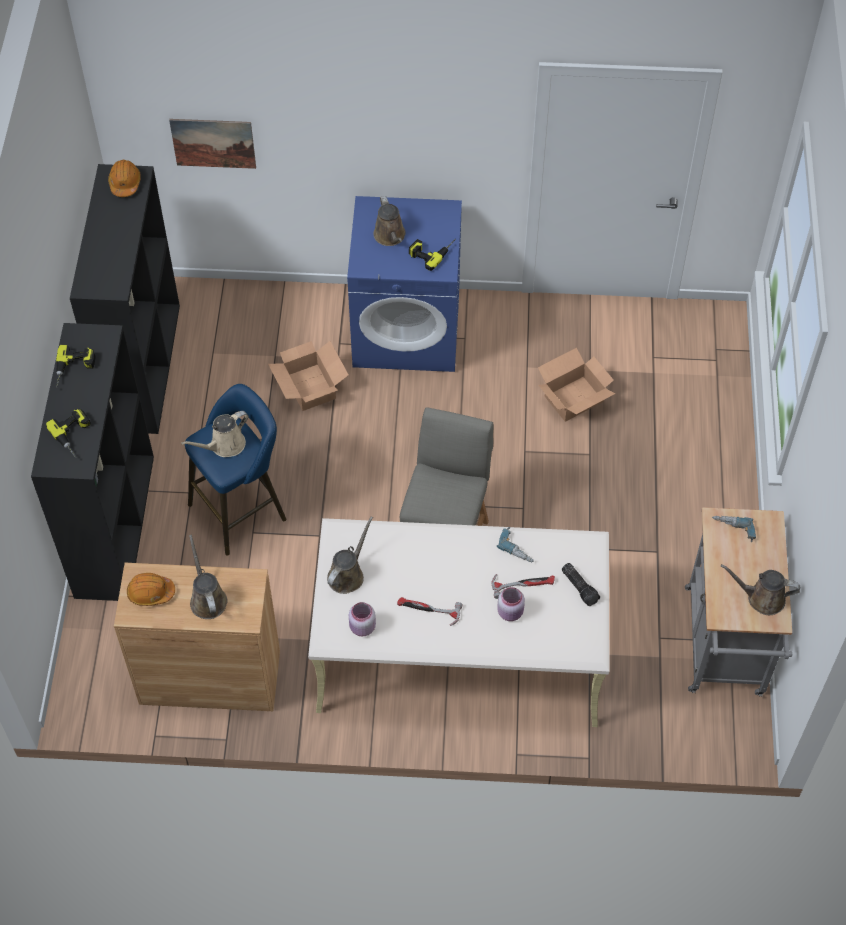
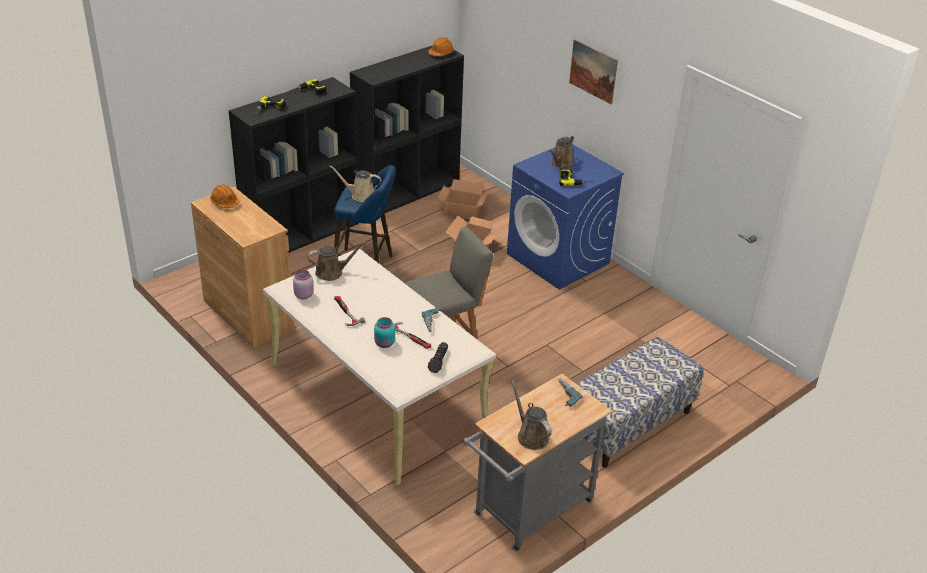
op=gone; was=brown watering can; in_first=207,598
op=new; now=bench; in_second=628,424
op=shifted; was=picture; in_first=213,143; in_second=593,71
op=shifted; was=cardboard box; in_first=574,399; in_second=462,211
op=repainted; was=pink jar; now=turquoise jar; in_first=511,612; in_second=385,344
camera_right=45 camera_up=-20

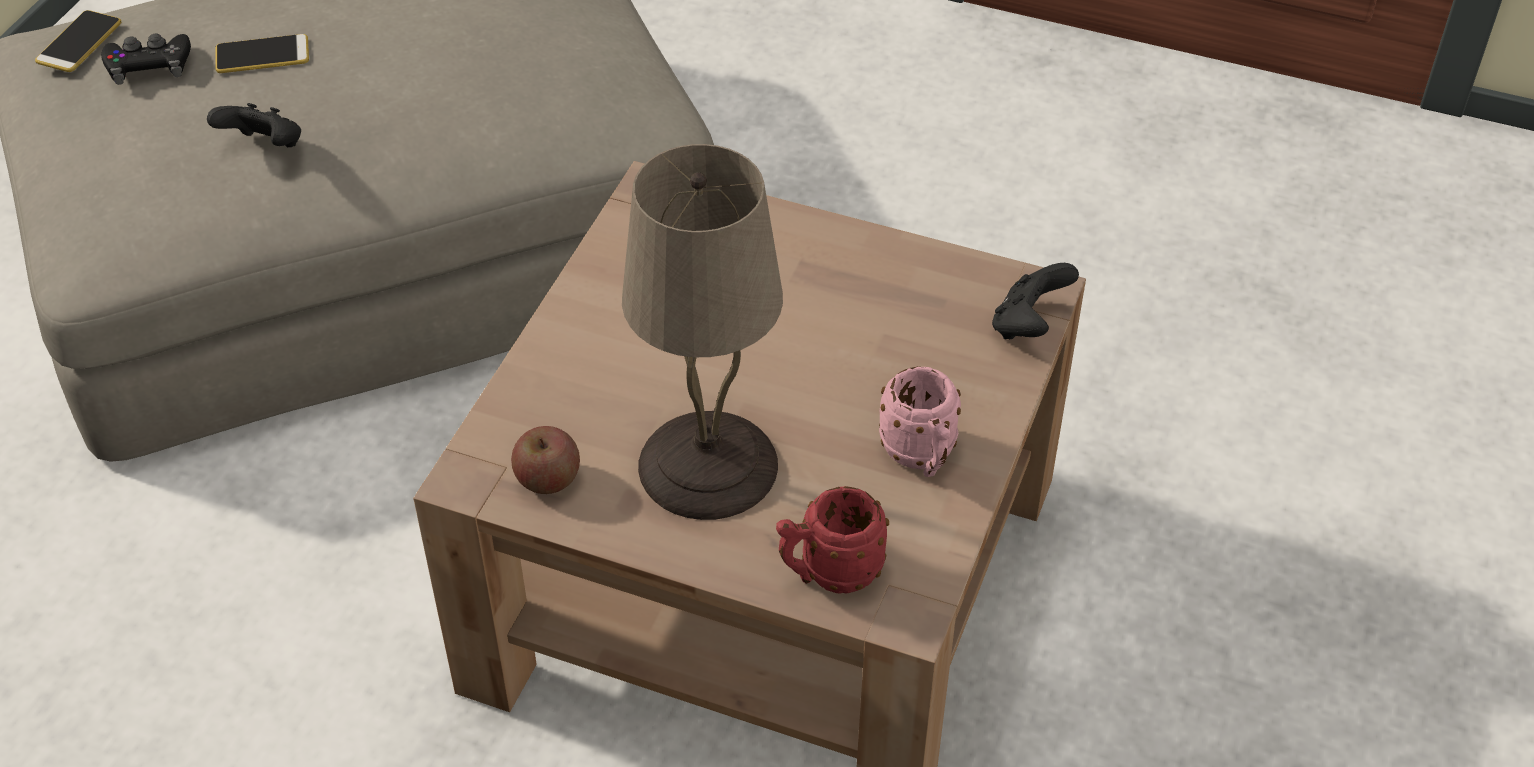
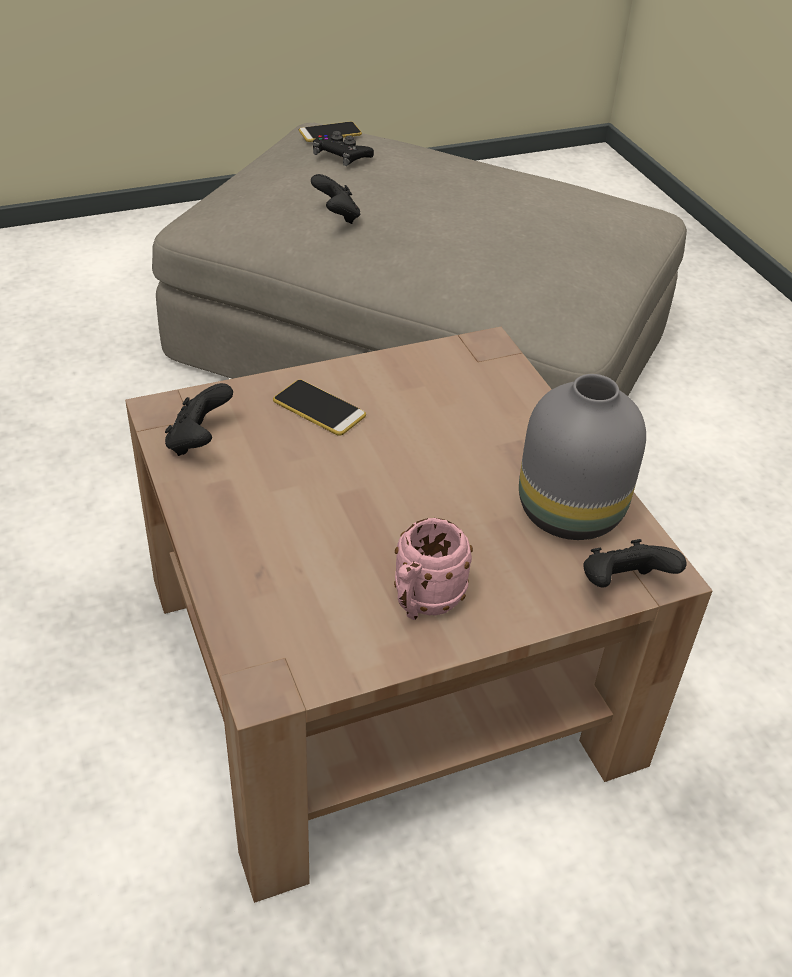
op=gone; was=beige table lamp; in_first=705,463
op=gone; was=red mug; in_first=829,573
op=new; now=grey vase; in_second=570,514
op=shifted; was=phone; in_first=262,55; in_second=319,408
op=swapped; was=apple; now=black game controller; in_first=548,479; in_second=199,441
camera_right=45 camera_up=-5

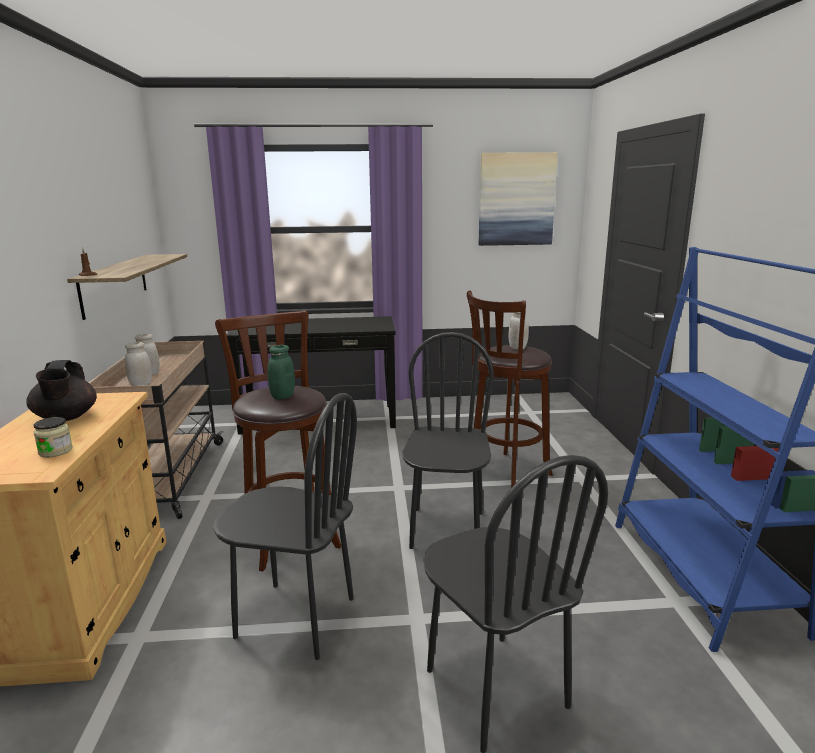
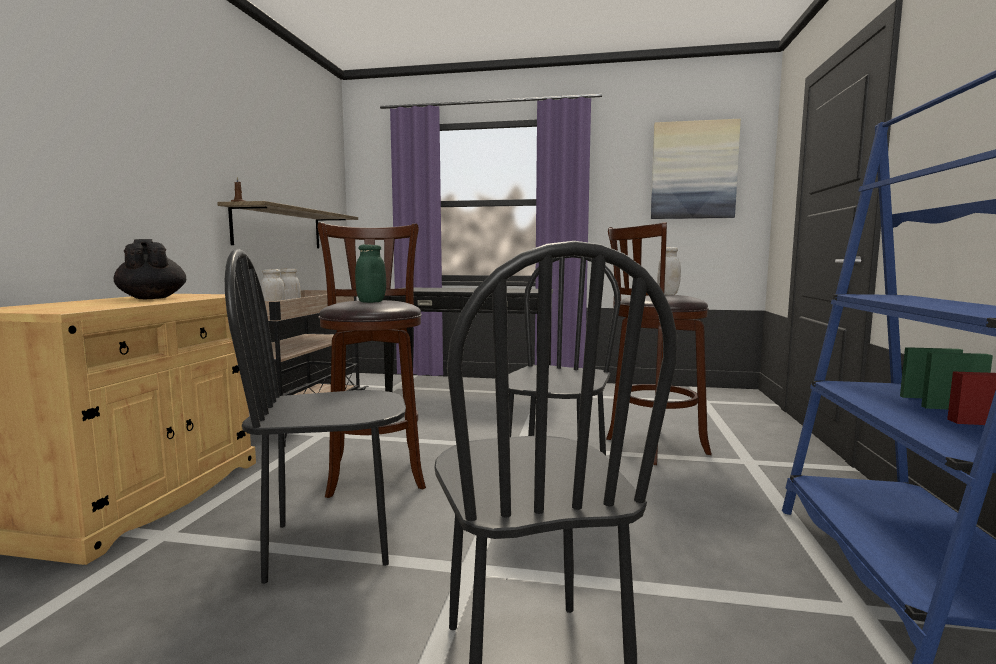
op=gone; was=jar; in_first=55,451
op=rotated; was=black teapot; in_first=66,418; in_second=152,298; clockwise=150
op=rotated; was=black chair; in_first=295,618; in_second=330,544; clockwise=135
camera_right=15 camera_up=-10

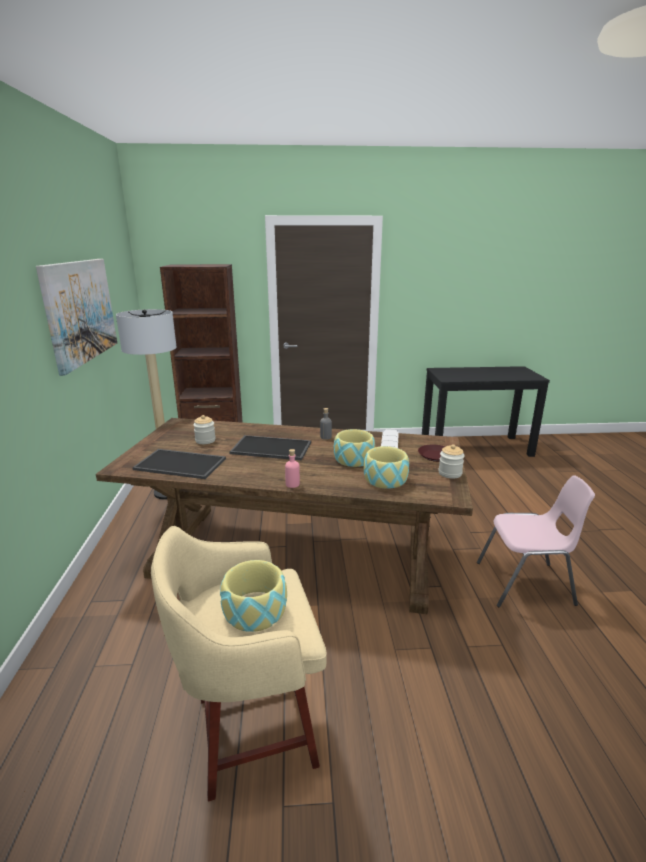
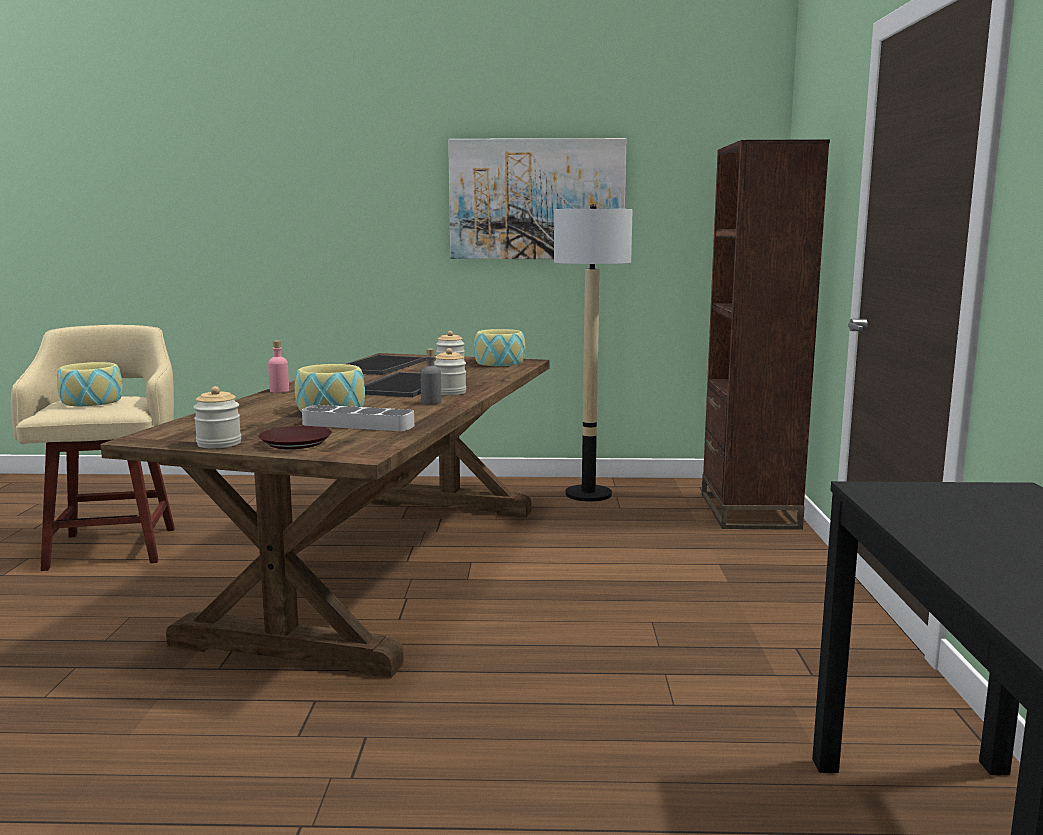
op=gone; was=pink chair; in_first=526,584
op=new; now=jar; in_second=449,392
op=shifted; was=bowl; in_first=385,479; in_second=499,362
camera_right=95 camera_up=-10

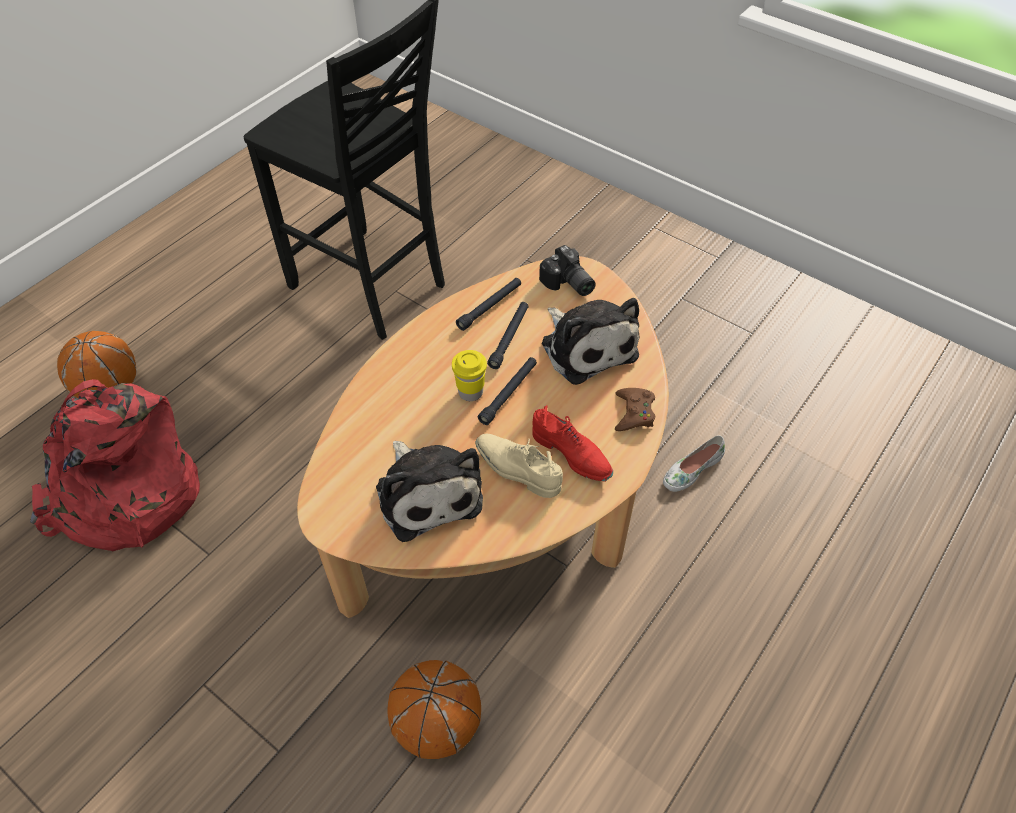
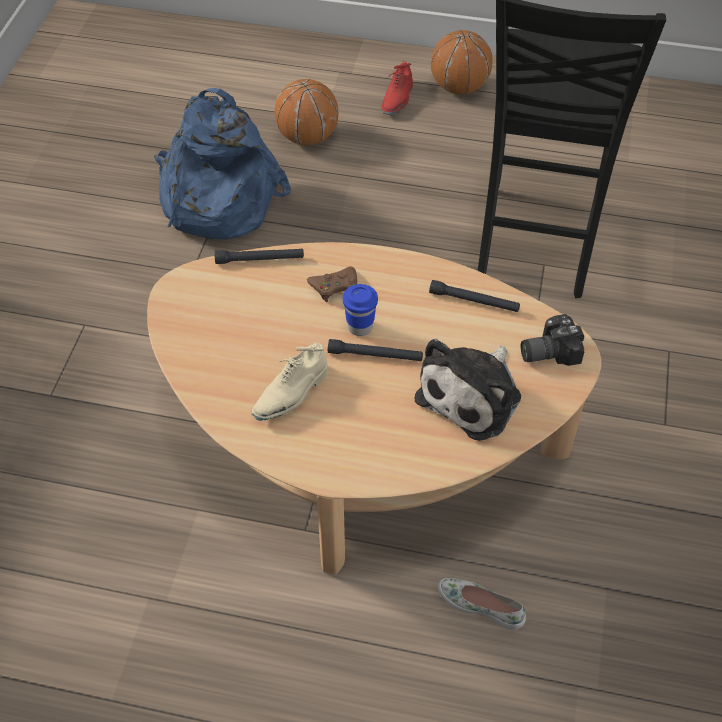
op=gone; was=plush toy; in_first=427,492
op=shifted; was=basketball; in_first=437,724; in_second=459,88
op=shifted; was=black flashlight; in_first=509,338; in_second=259,259
op=shifted; was=red shoe; in_first=571,454; in_second=397,99
op=shifted; was=brown game controller; in_first=634,413; in_second=335,286
op=repainted; was=red backpack; now=blue backpack; in_first=126,496; in_second=217,199
op=repainted; was=yellow cup; now=blue cup; in_first=470,392; in_second=360,327
op=rotated; was=beige shoe; in_first=517,470; in_second=291,394; clockwise=-150
op=rotated; was=photo camera; in_first=567,284; in_second=547,350; clockwise=45
camera_right=65 camera_up=0

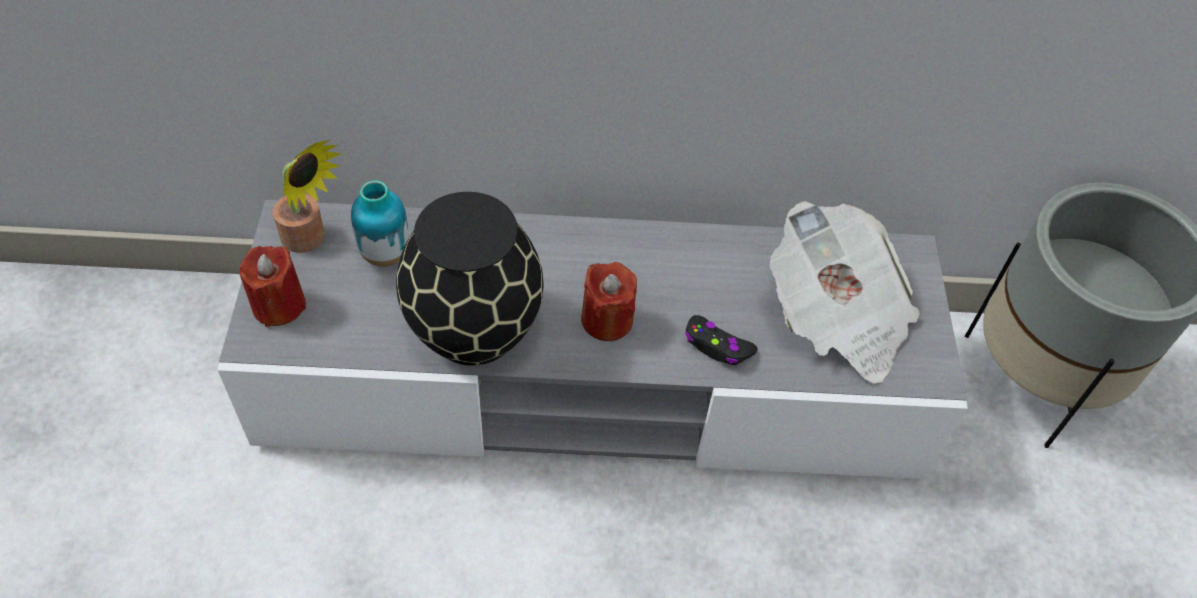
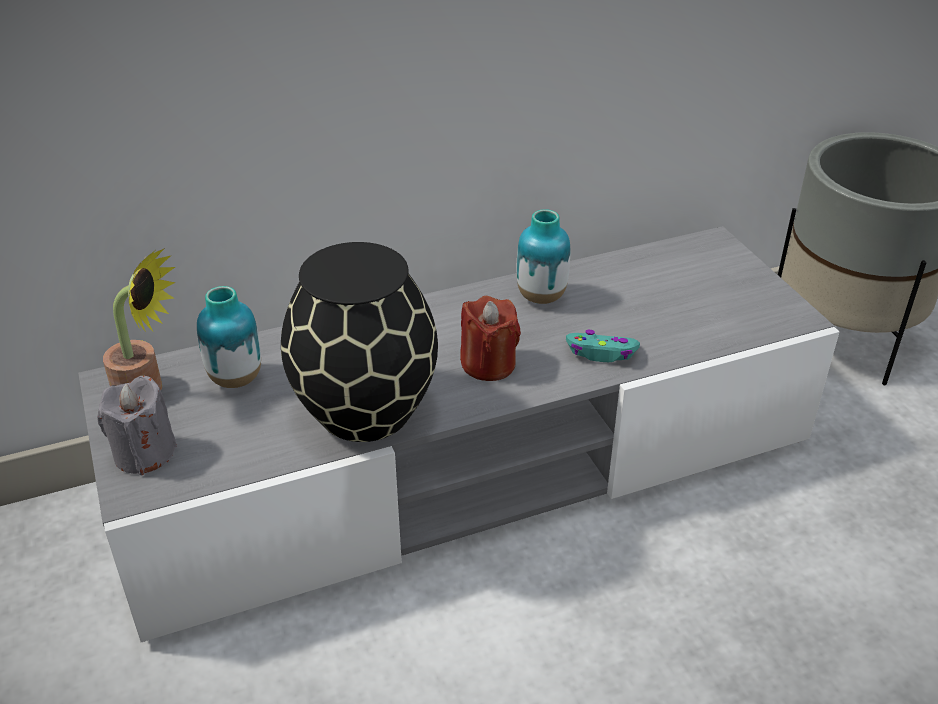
op=gone; was=newspaper; in_first=837,317
op=new; now=vase; in_second=541,297
op=repainted; was=red candle; now=grey candle; in_first=278,305; in_second=144,453
op=repainted; was=black game controller; now=turquoise game controller; in_first=717,346; in_second=601,353
camera_right=-20 camera_up=-15

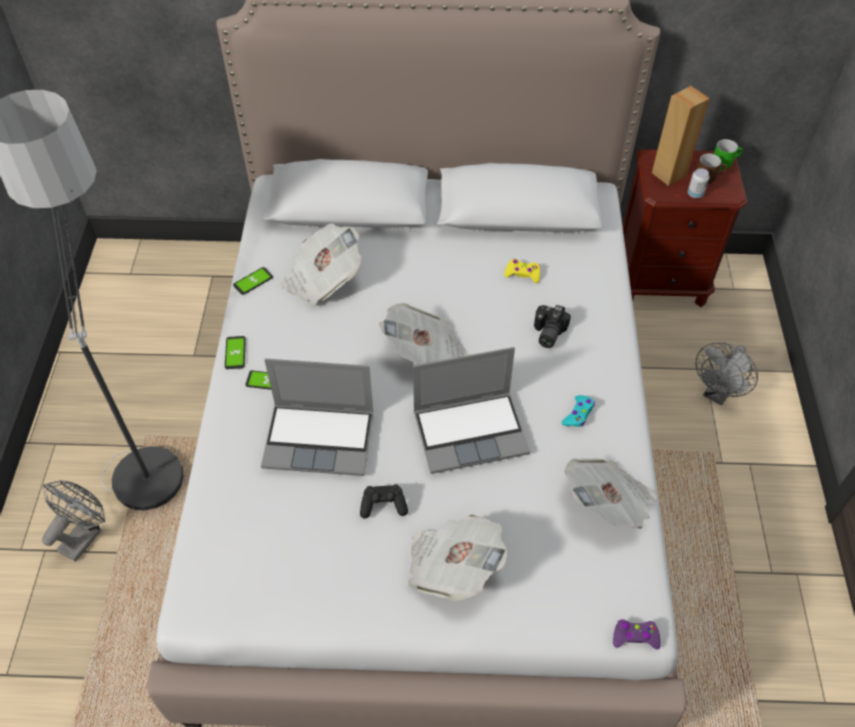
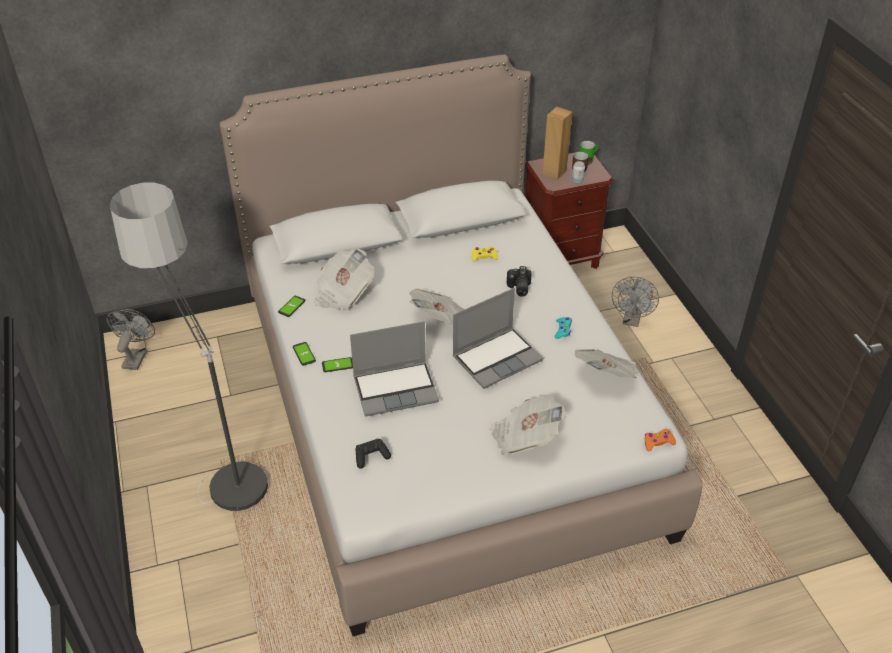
op=shifted; was=grey fan; in_first=84,535; in_second=136,356
op=shifted; was=black game controller; in_first=383,505; in_second=371,457
op=repainted; was=purple game controller; now=orange game controller; in_first=635,636; in_second=658,442
camera_right=-20 camera_up=-10

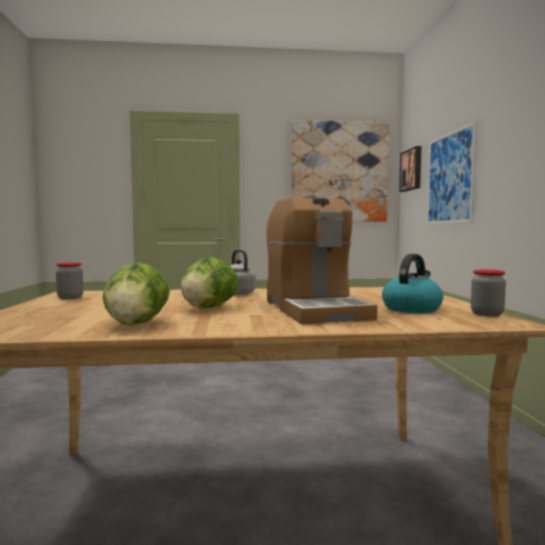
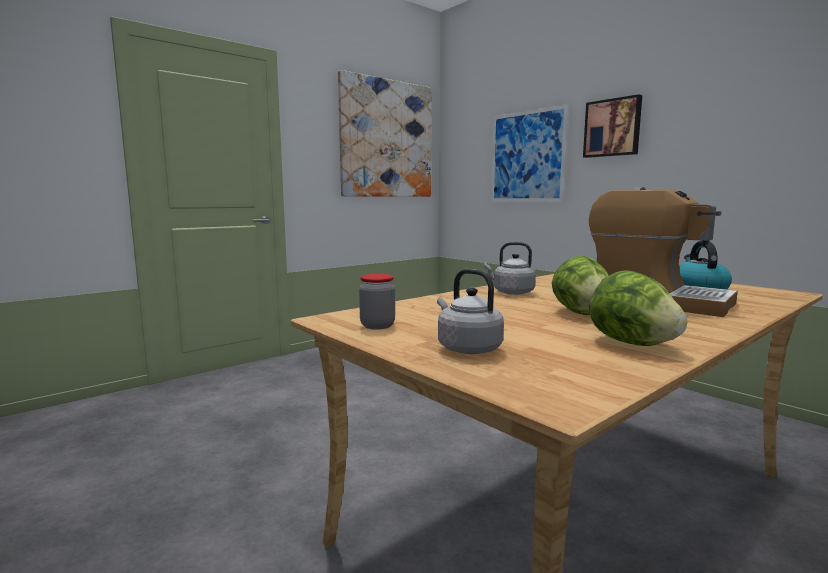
op=gone; was=jar; in_first=486,314
op=new; now=grey kettle; in_second=466,348
op=shifted; was=picture; in_first=412,170; in_second=612,128
camera_right=-35 camera_up=5

